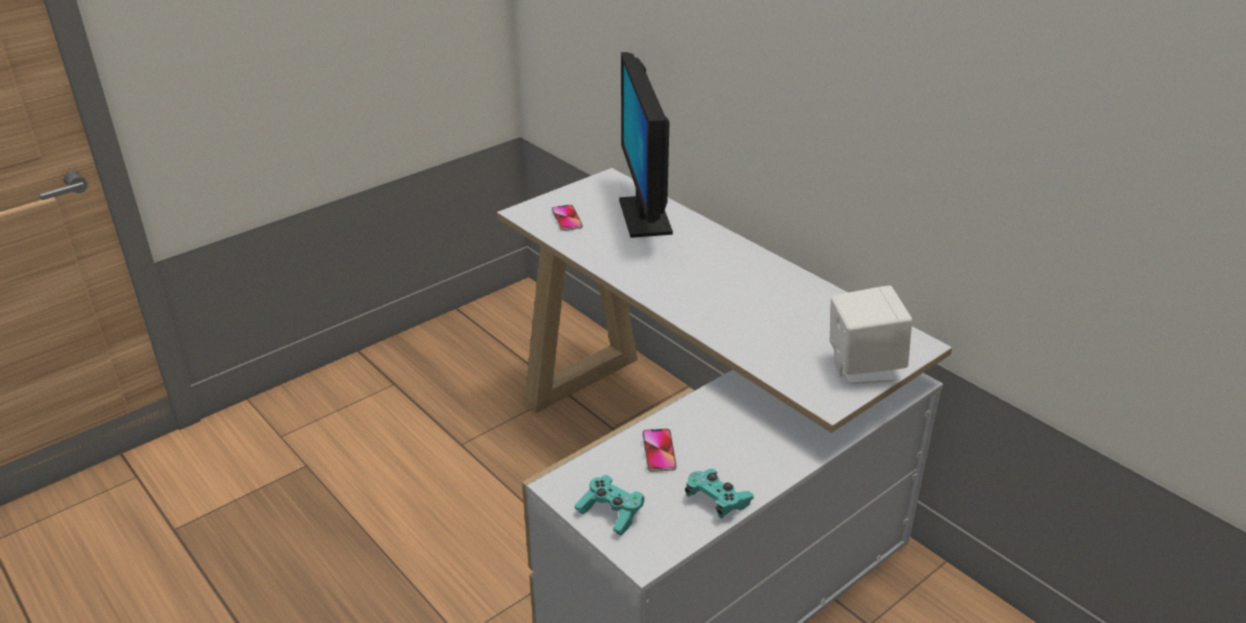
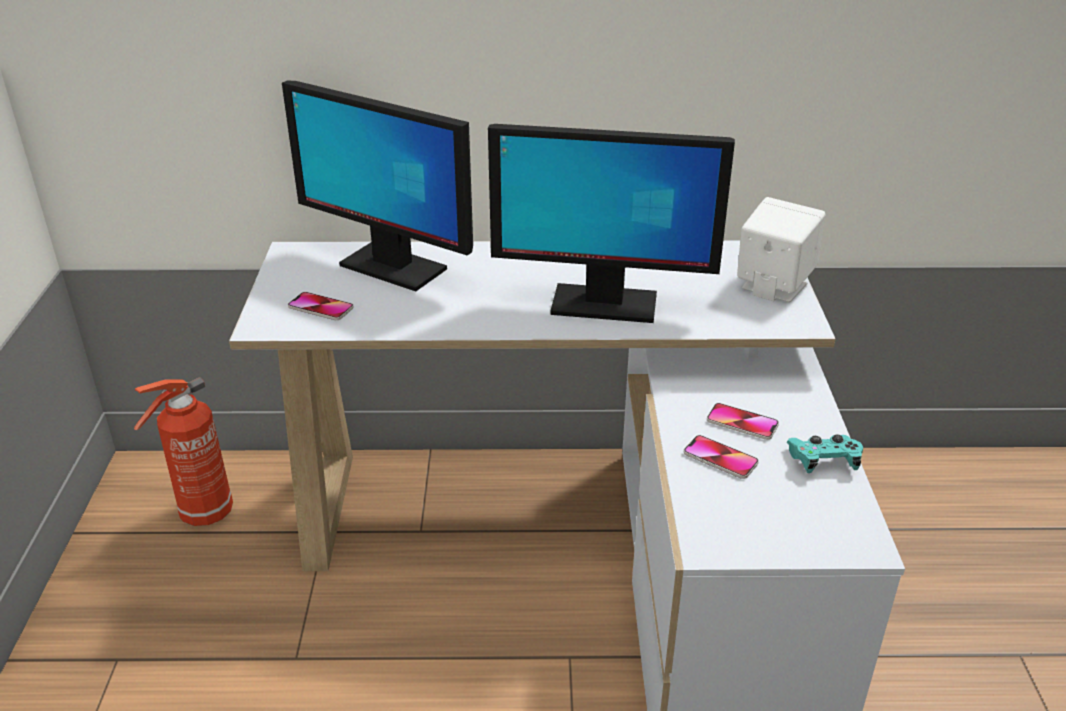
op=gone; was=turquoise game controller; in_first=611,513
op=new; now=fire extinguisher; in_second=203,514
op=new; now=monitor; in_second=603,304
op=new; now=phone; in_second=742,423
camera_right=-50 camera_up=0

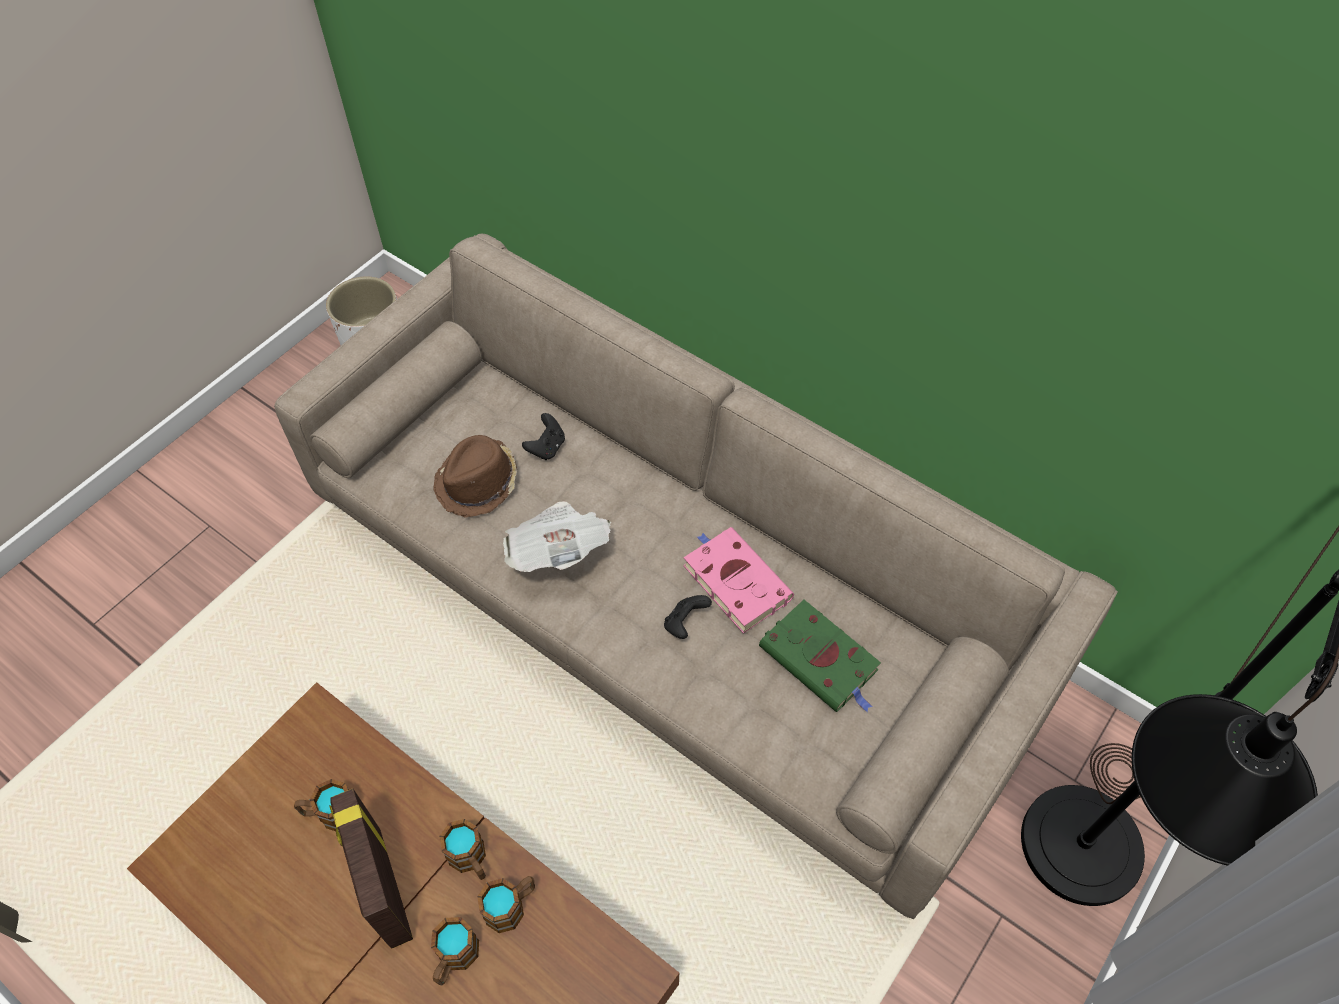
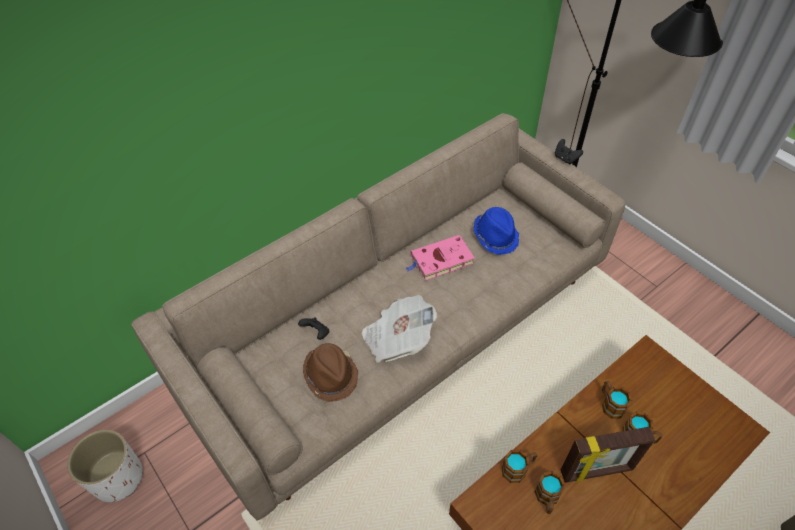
op=shifted; was=mug; in_first=471,860; in_second=518,469
op=shifted; was=black game controller; in_first=685,623; in_second=565,159
op=swapped; was=green book; now=blue hat; in_first=821,661; in_second=496,236
camera_right=-75 camera_up=-5

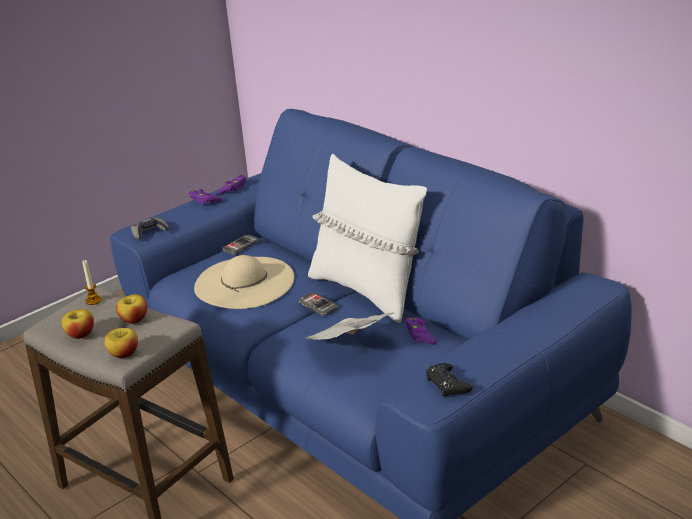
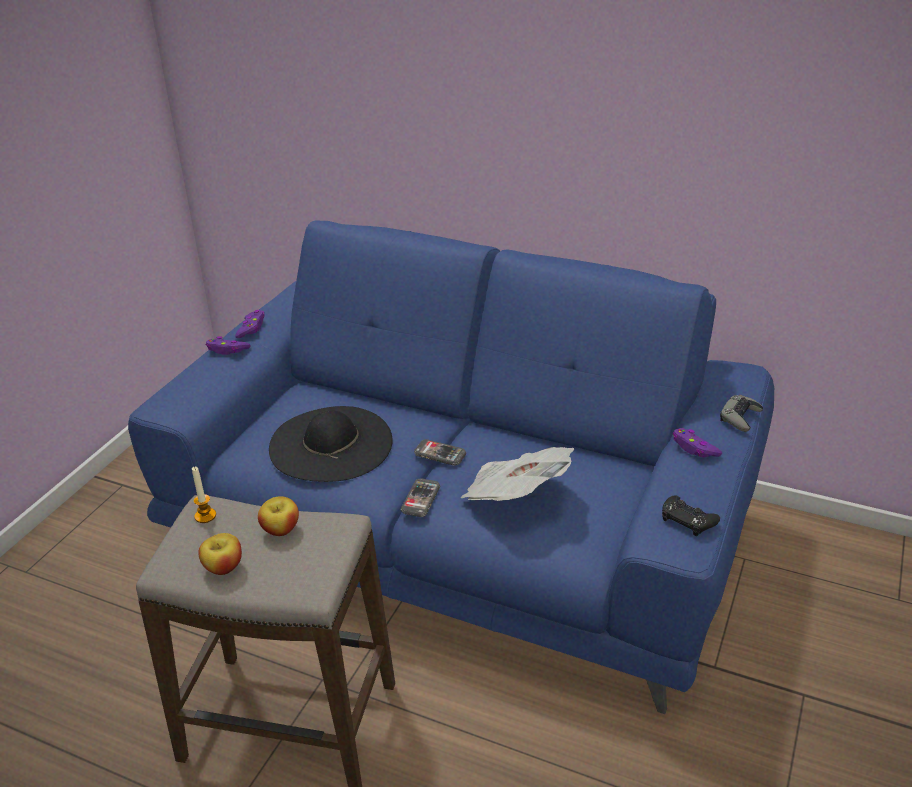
op=gone; was=apple; in_first=124,354
op=gone; was=white pillow; in_first=367,291
op=shifted; was=grey game controller; in_first=149,232; in_second=740,417
op=shifted; was=phone; in_first=240,246; in_second=420,499
op=shifted; was=purple game controller; in_first=420,335; in_second=694,448
op=repainted; was=beige hat; now=black hat; in_first=244,282; in_second=331,444
camera_right=-25 camera_up=5

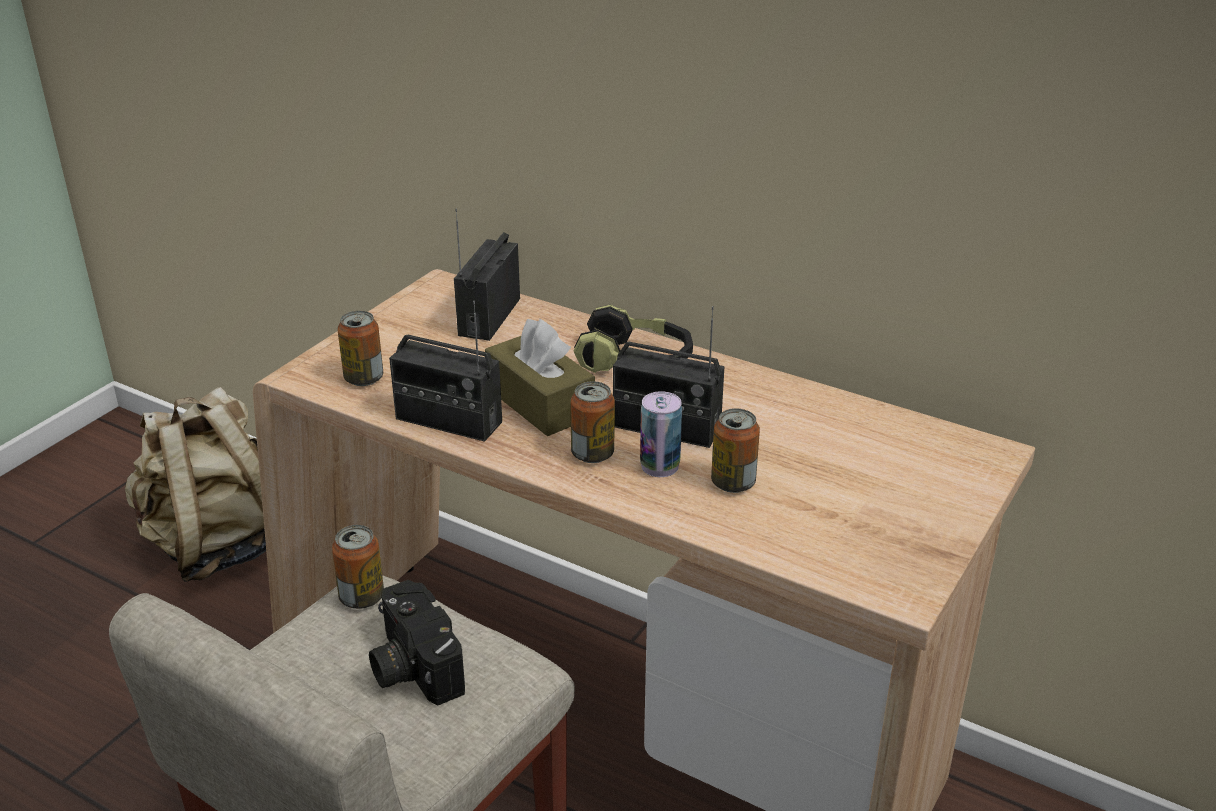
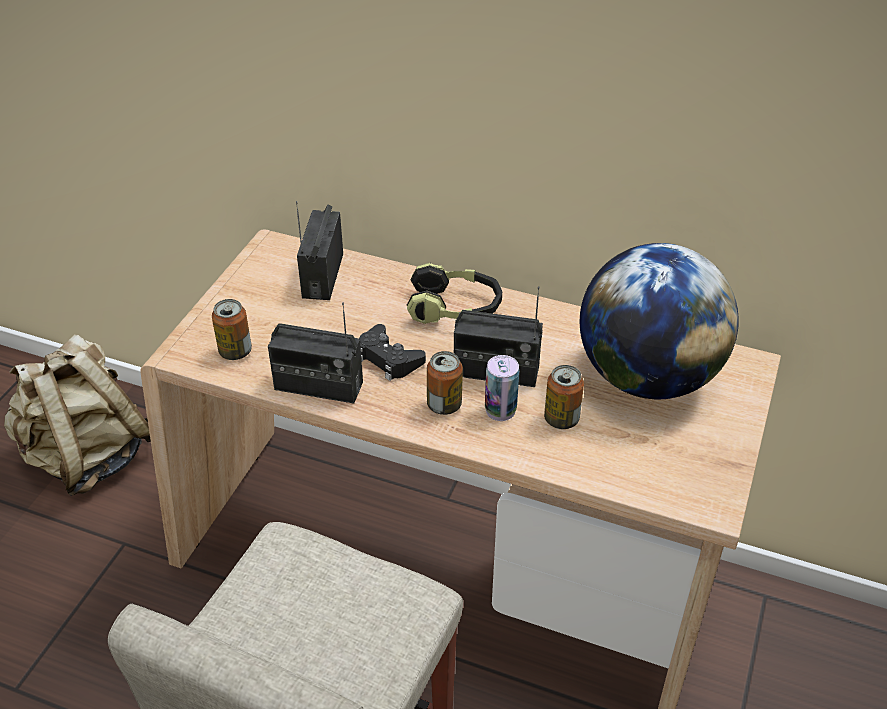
op=gone; was=can; in_first=362,597
op=gone; was=photo camera; in_first=410,666
op=new; now=globe; in_second=647,377
op=swapped; was=brown tissue box; now=black game controller; in_first=540,402; in_second=388,359
camera_right=-10 camera_up=10

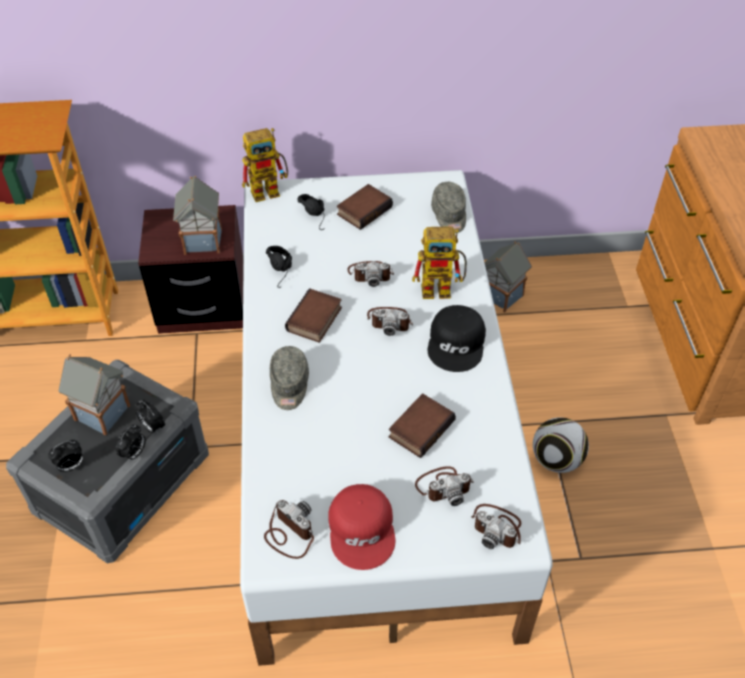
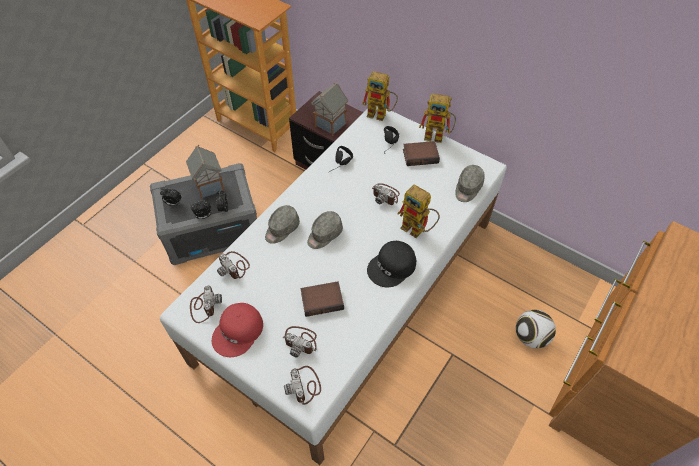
op=gone; was=book; in_first=315,320
op=gone; was=toy house; in_first=501,295
op=new; now=grey cap; in_second=324,235
op=new; now=toy robot; in_second=438,136
op=shifted; was=photo camera; in_first=390,321; in_second=234,266
op=shifted; was=football; in_first=556,460; in_second=530,337
camera_right=40 camera_up=5

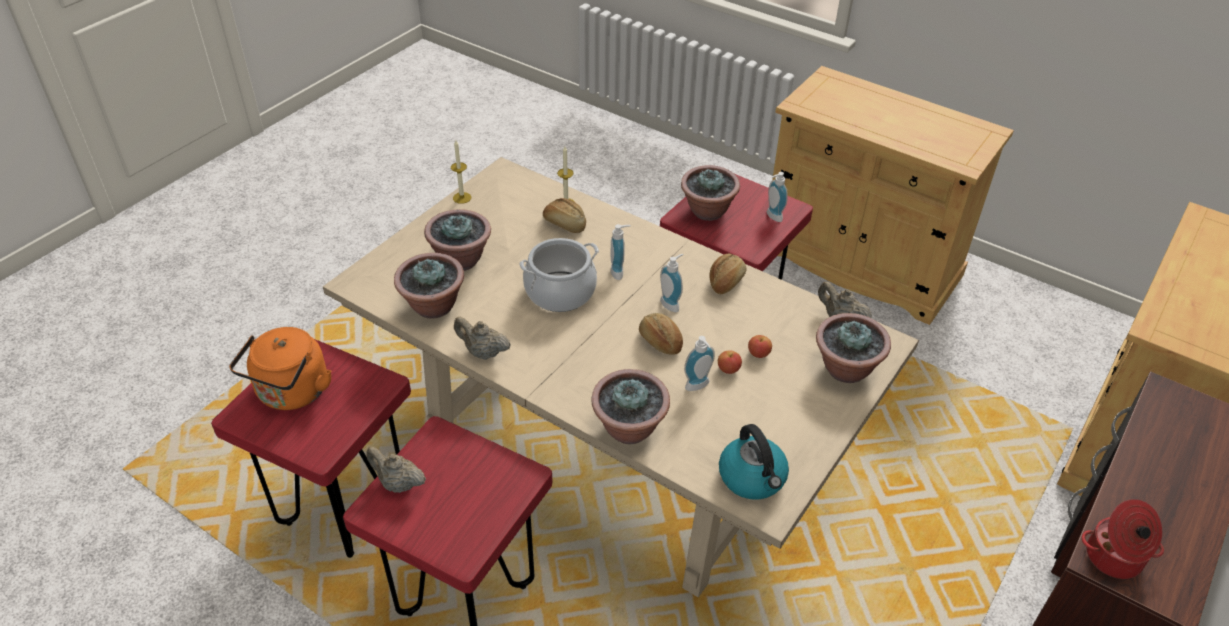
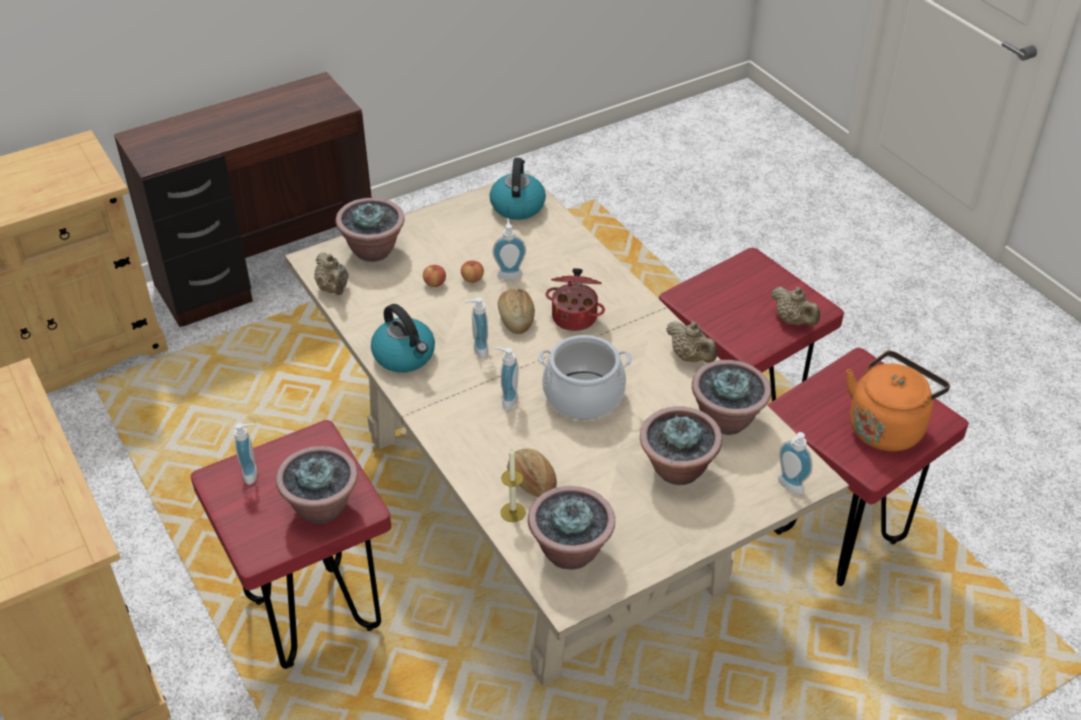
op=gone; was=candle; in_first=462,198
op=new; now=soap dispenser; in_second=788,487
op=shifted; was=potted plant; in_first=629,429; in_second=570,551
op=shifted; was=cooking pot; in_first=1113,559; in_second=575,316
op=swapped; was=bread; now=kettle; in_first=726,281; in_second=405,356
camera_right=-155 camera_up=0

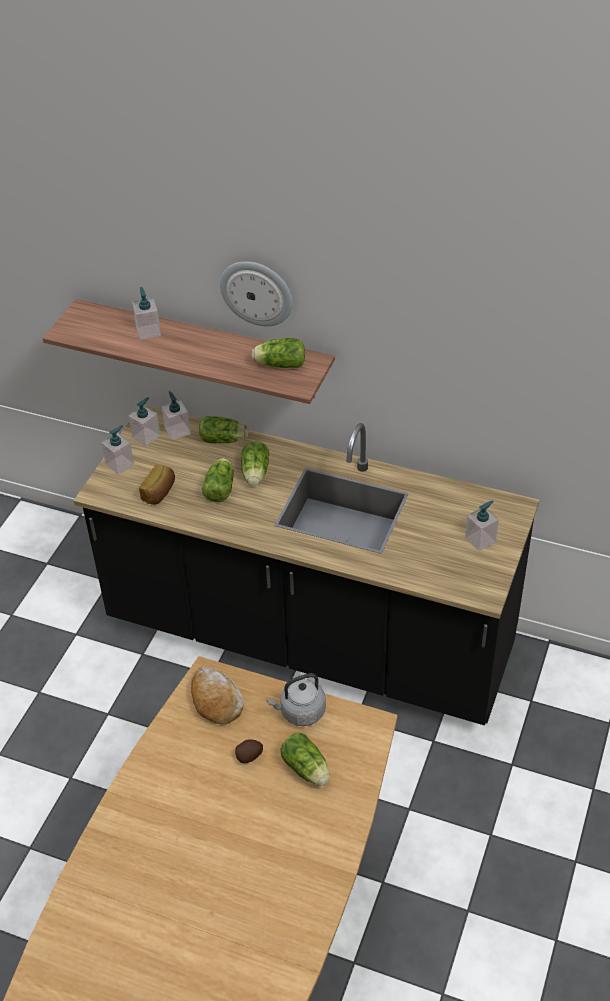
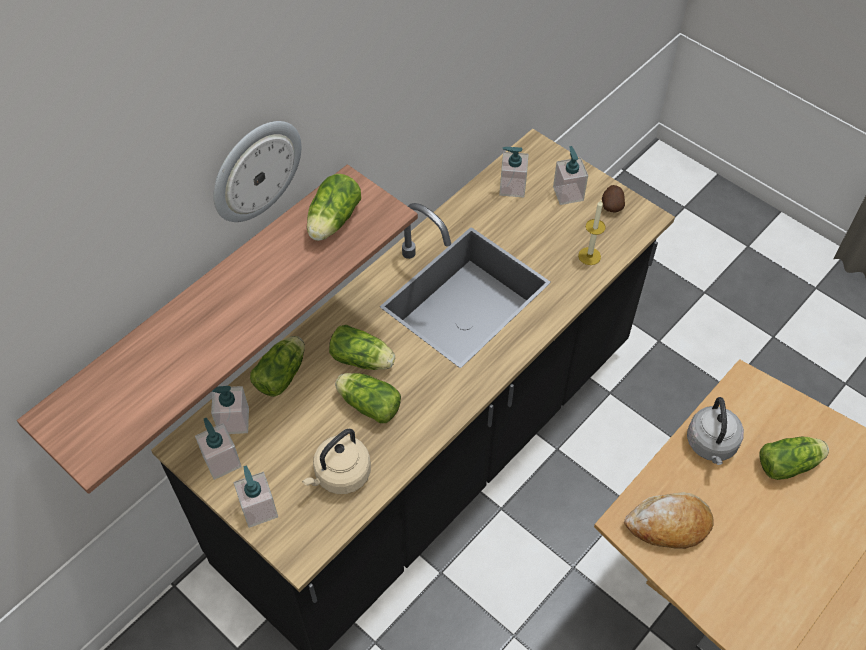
op=new; now=candle; in_second=589,256
op=shifted; was=soap dispenser; in_first=148,331; in_second=512,187
op=shifted; was=potato; in_first=250,756; in_second=611,205
op=swapped; was=bread; now=beige kettle; in_first=159,492; in_second=340,475
camera_right=-70 camera_up=10

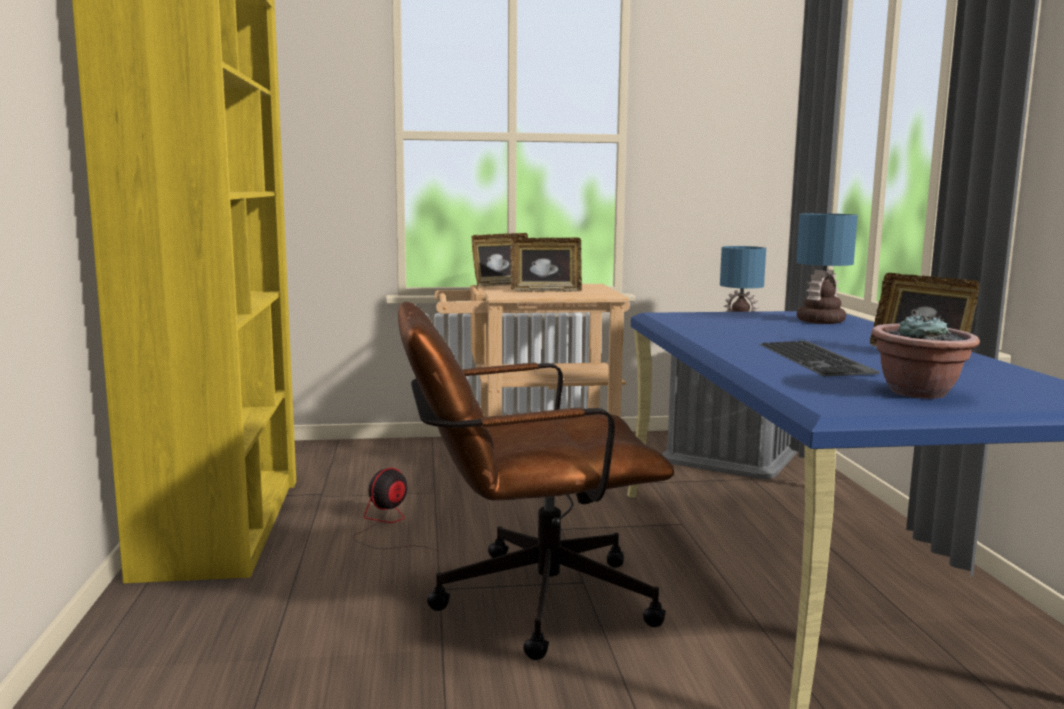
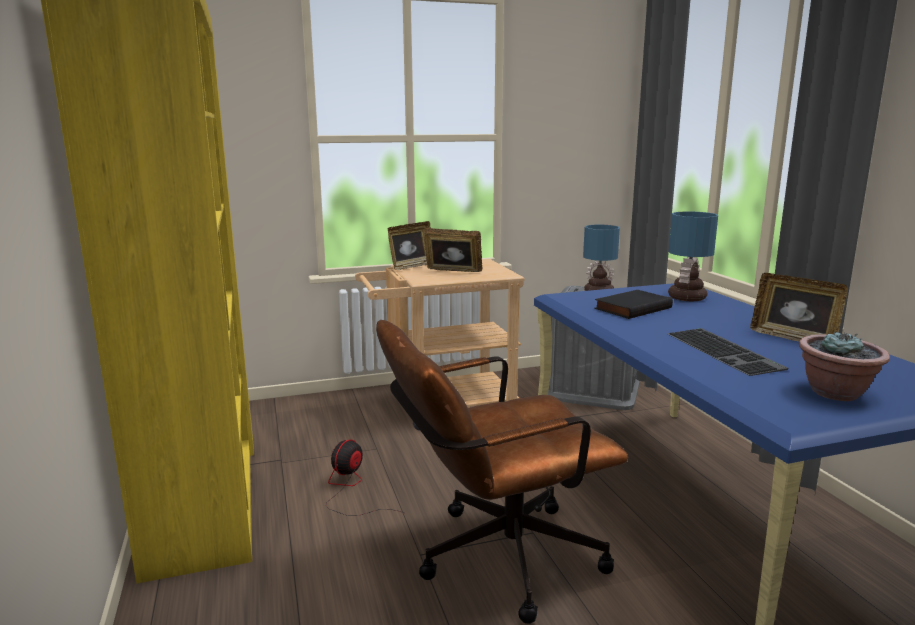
op=new; now=black book; in_second=632,308
op=rotated; was=picture frame; in_first=545,291; in_second=452,272; clockwise=-150
camera_right=-10 camera_up=5

